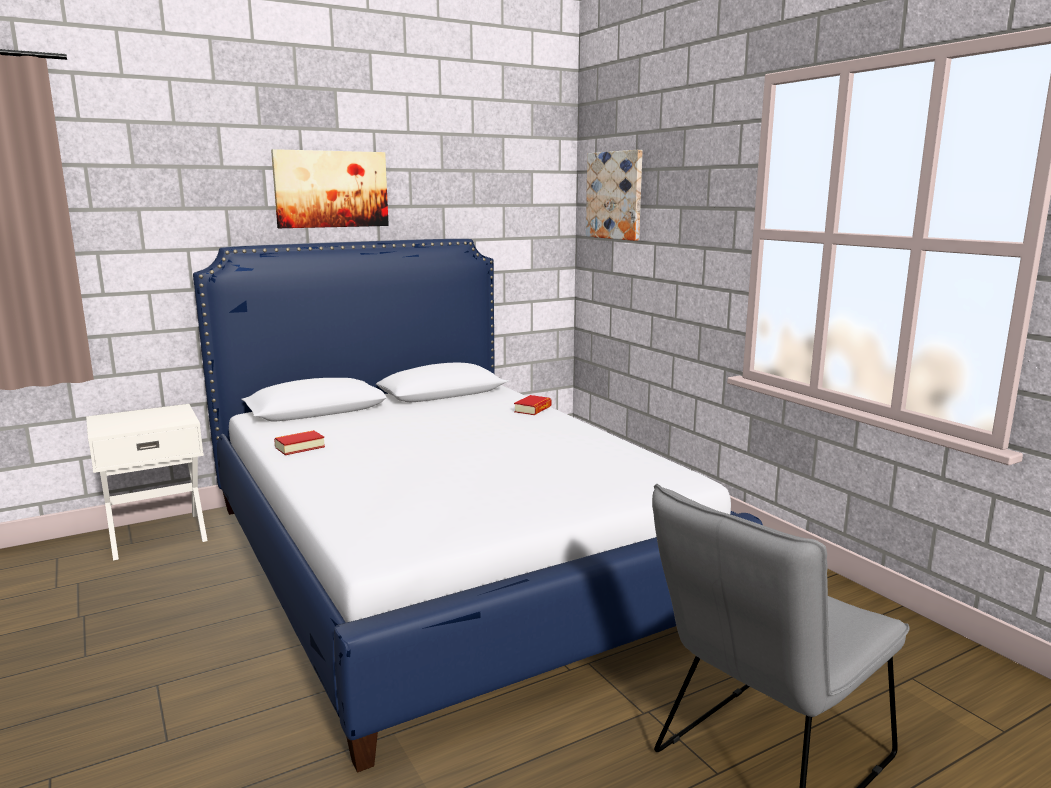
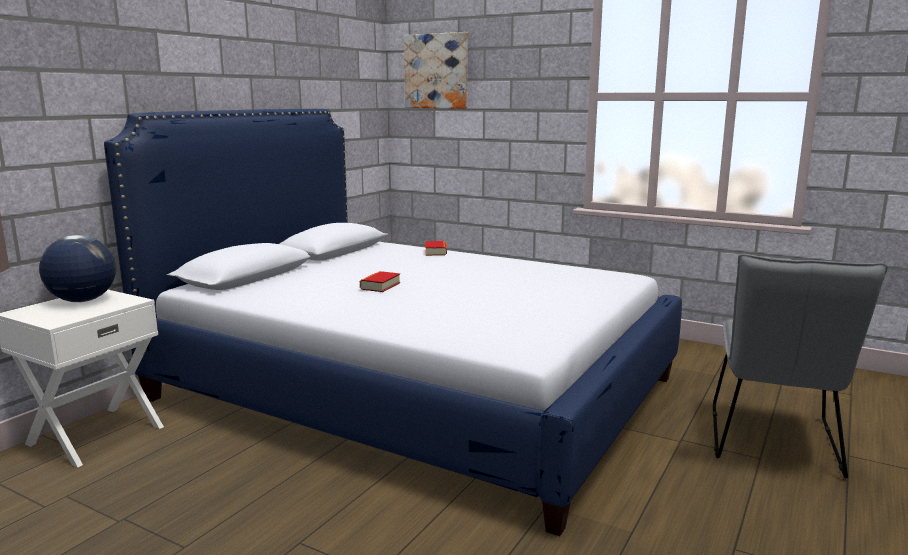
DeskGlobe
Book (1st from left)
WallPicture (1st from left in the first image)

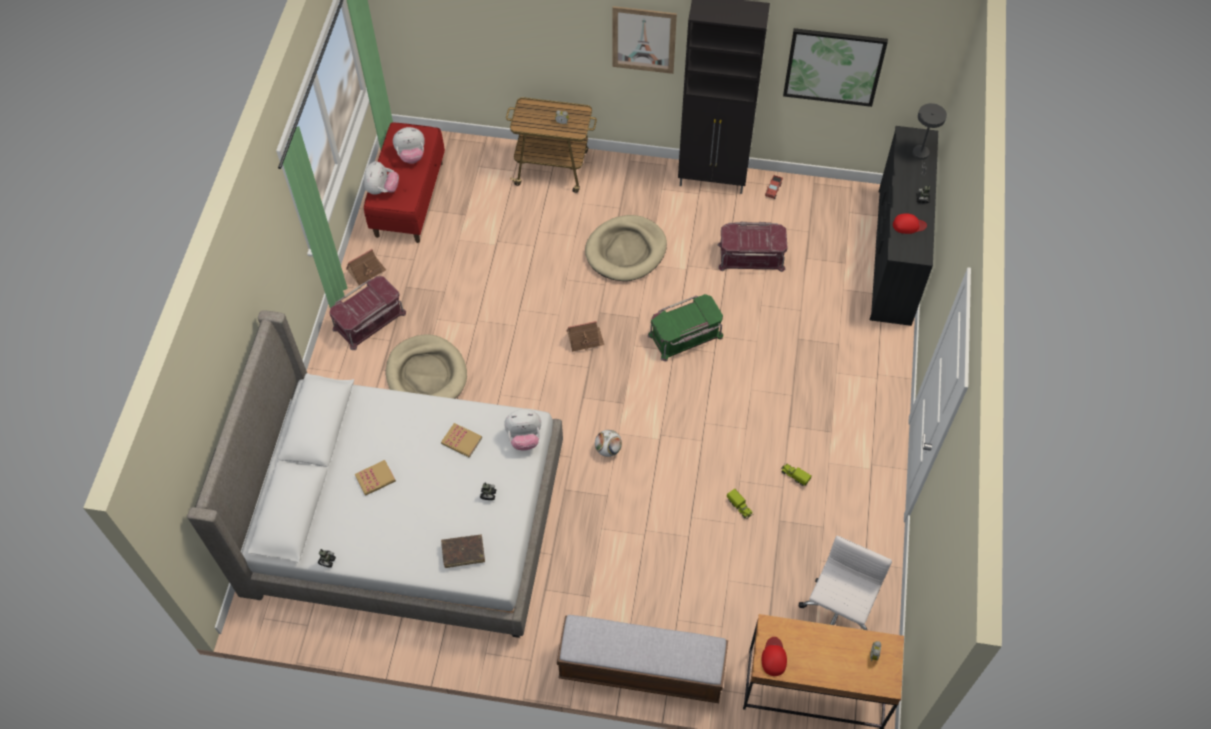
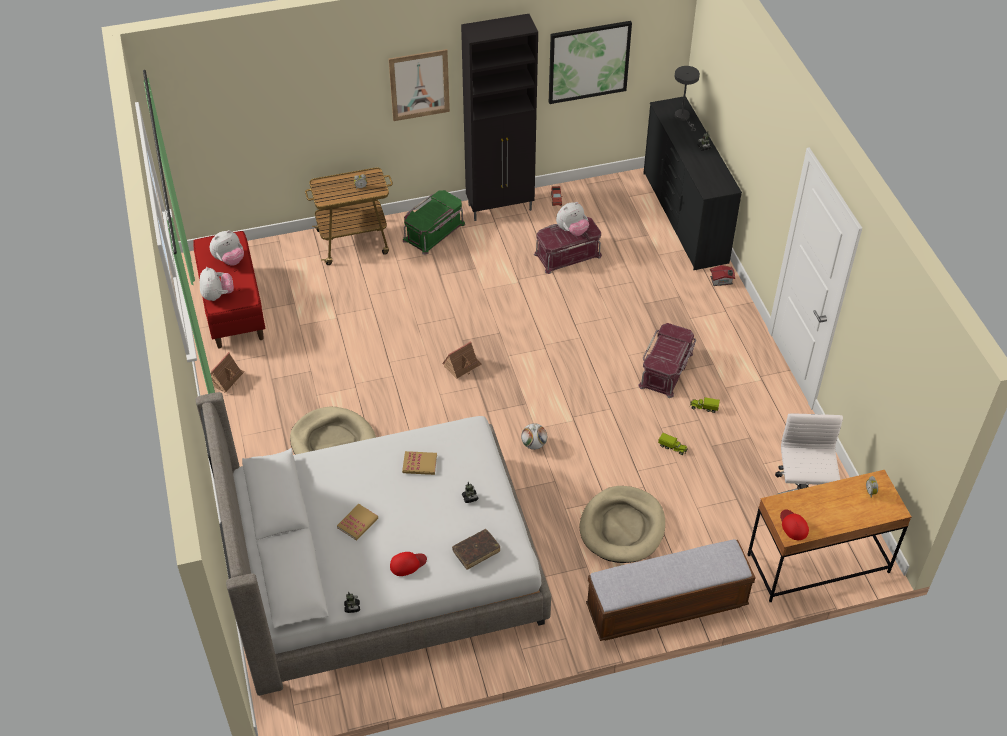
RedColouredCap (1st from left)
GreenishStorageContainer
PlushToy (3rd from left)
SandColouredPetBed (2nd from left)
RedColouredStorageContainer (2nd from left)
ModelHouse (3rd from left)

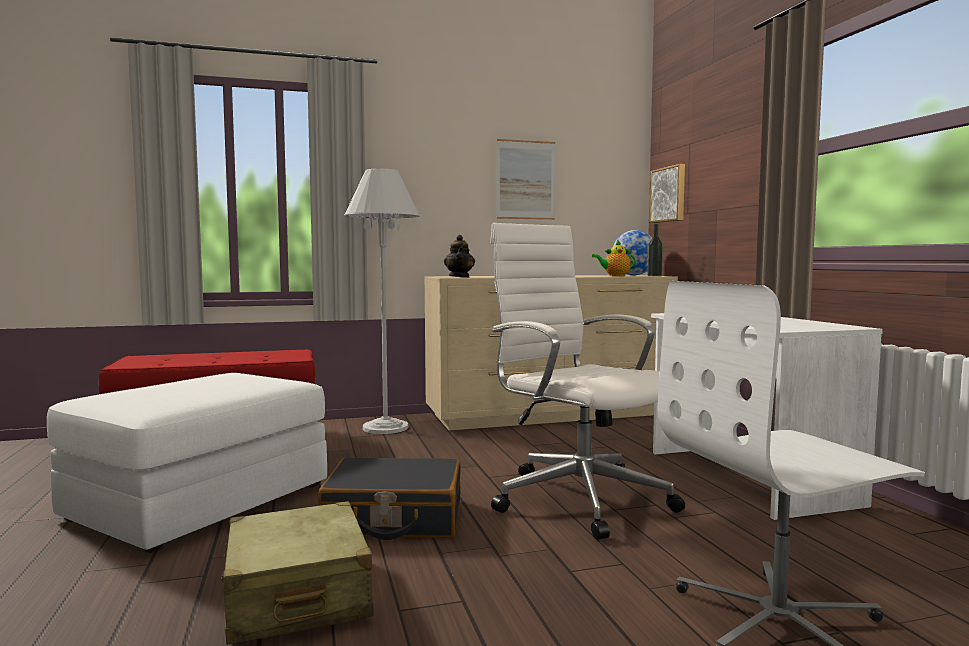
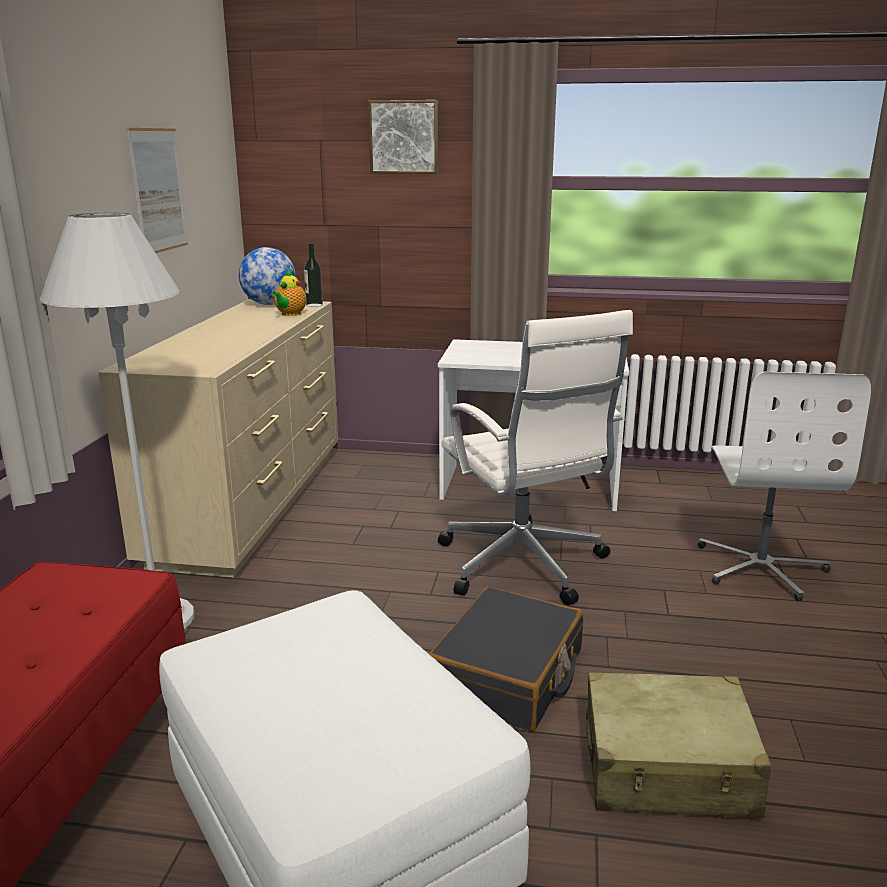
WallPicture (2nd from left)
WhiteDeskChair (1st from left)
Teapot (1st from left in the first image)

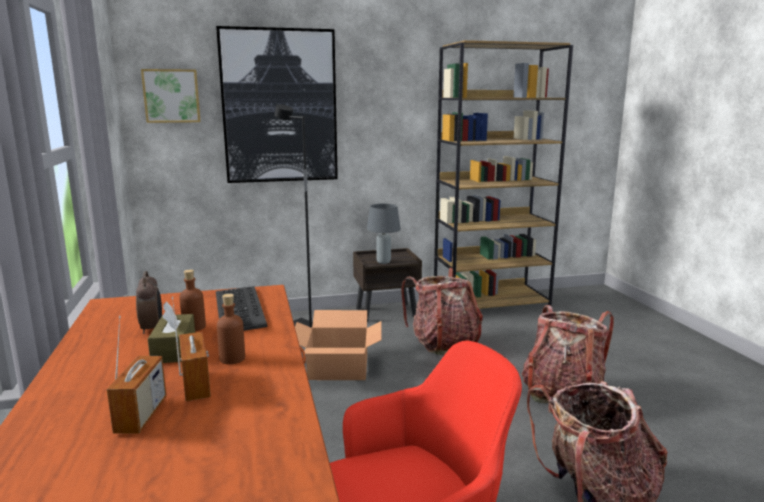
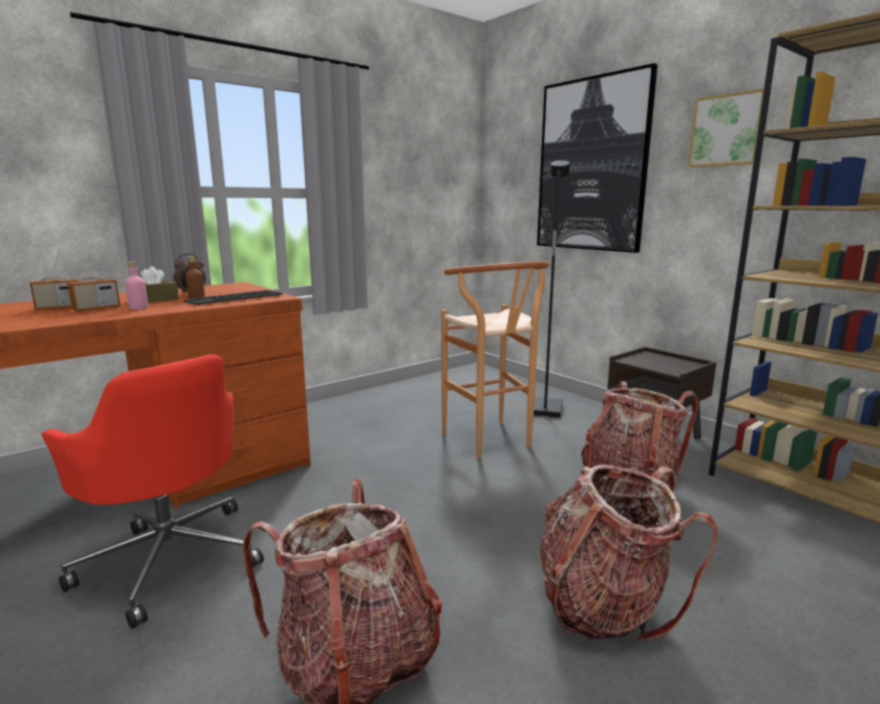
PinkBeverageBottle
BrownishSittingStool
WallPicture (2nd from left)
GreyTabletopLamp

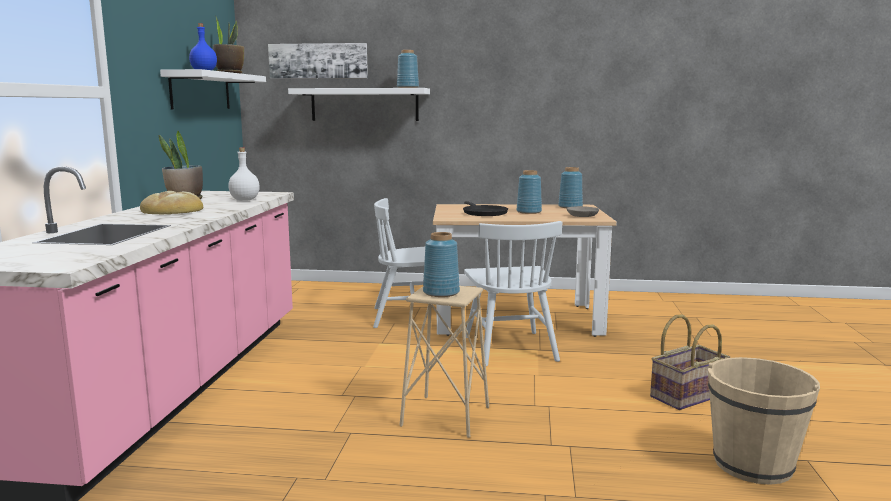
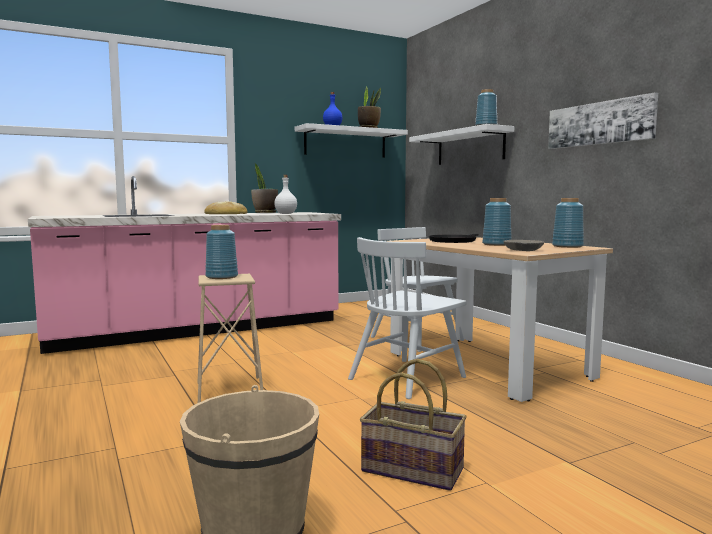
WallPicture

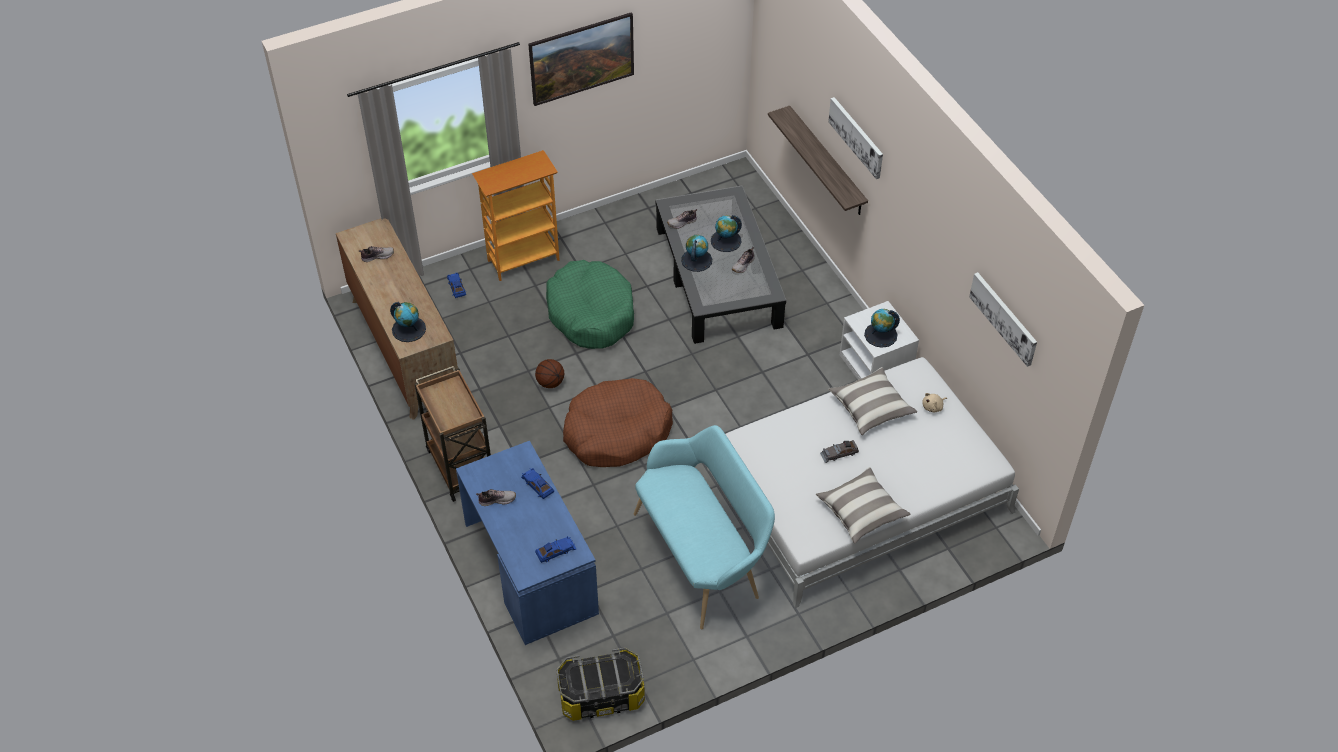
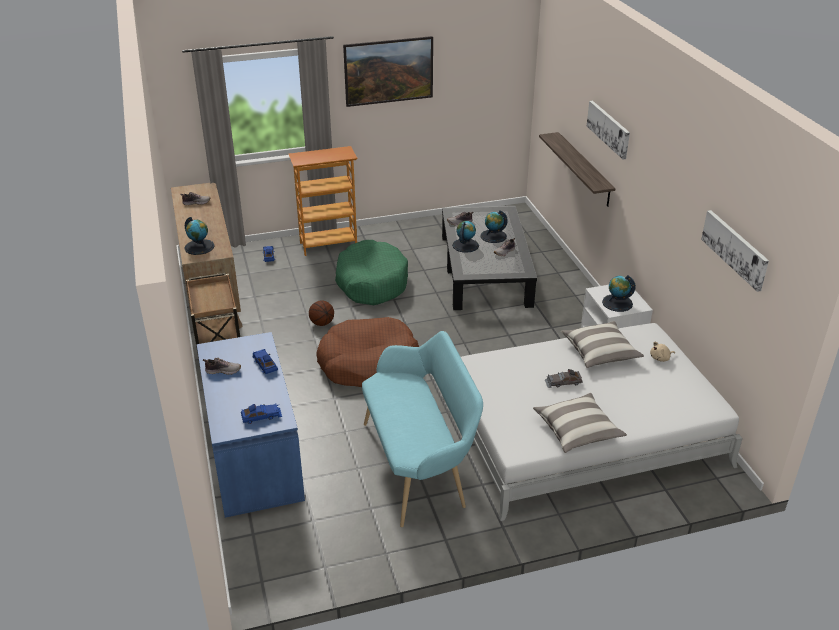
StorageContainer

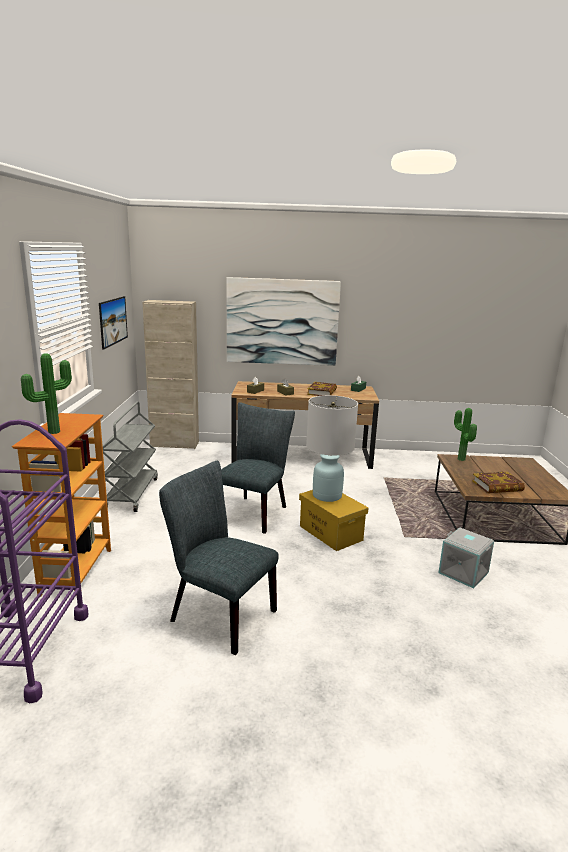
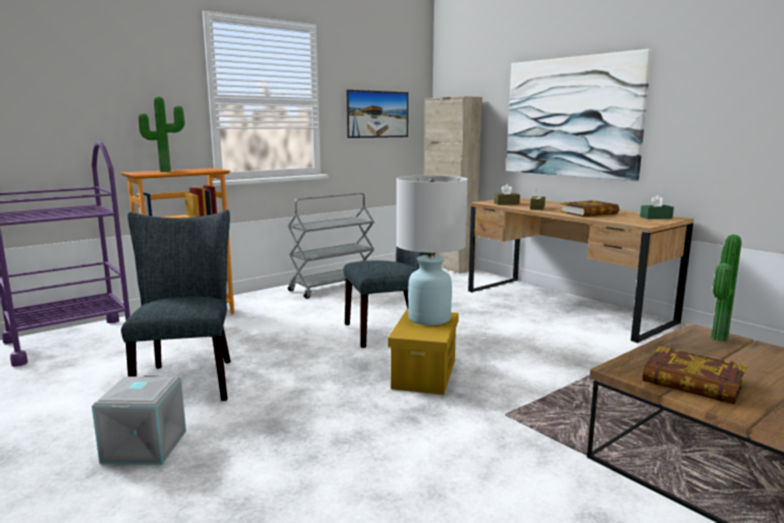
GreyStorageContainer

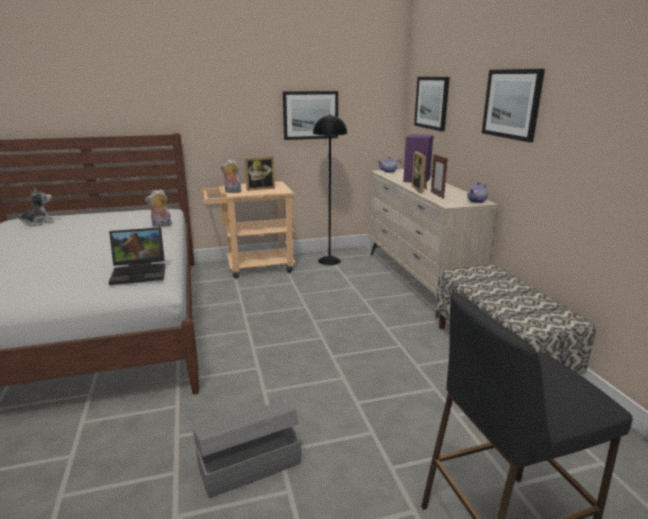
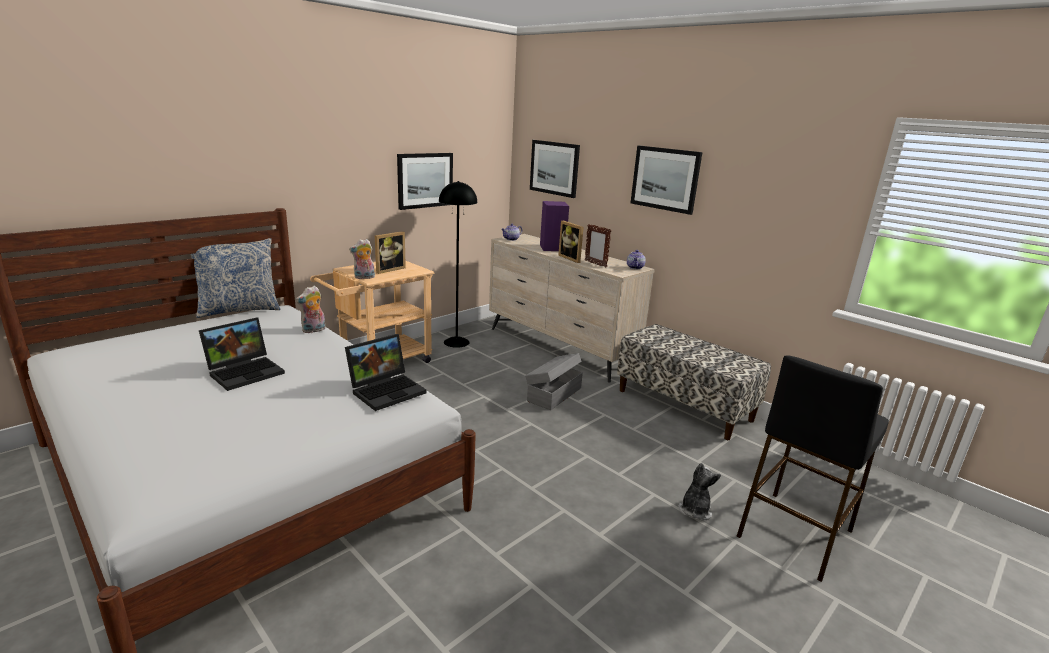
Pillow
NotebookComputer (1st from left)
GreyStorageContainer
PlushToy (3rd from left)

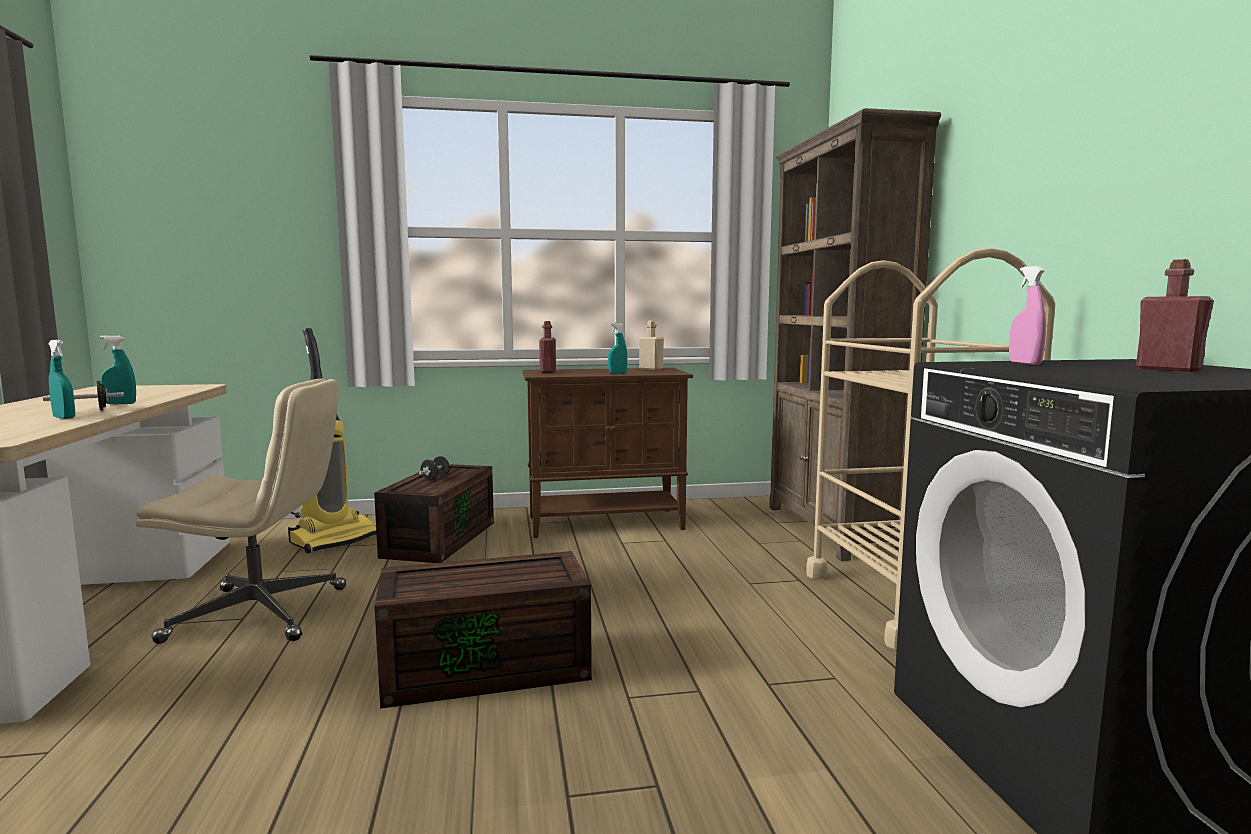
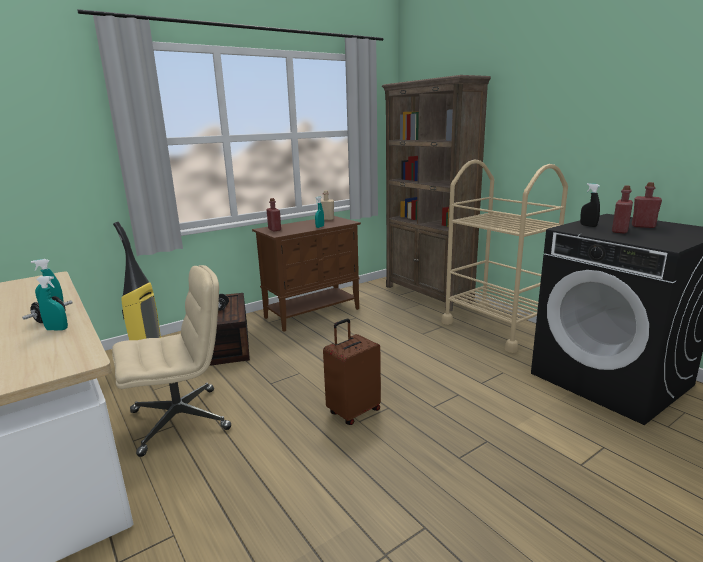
BrownishPieceOfLuggage
BlackSprayer
RedColouredBeverageBottle (2nd from left)

